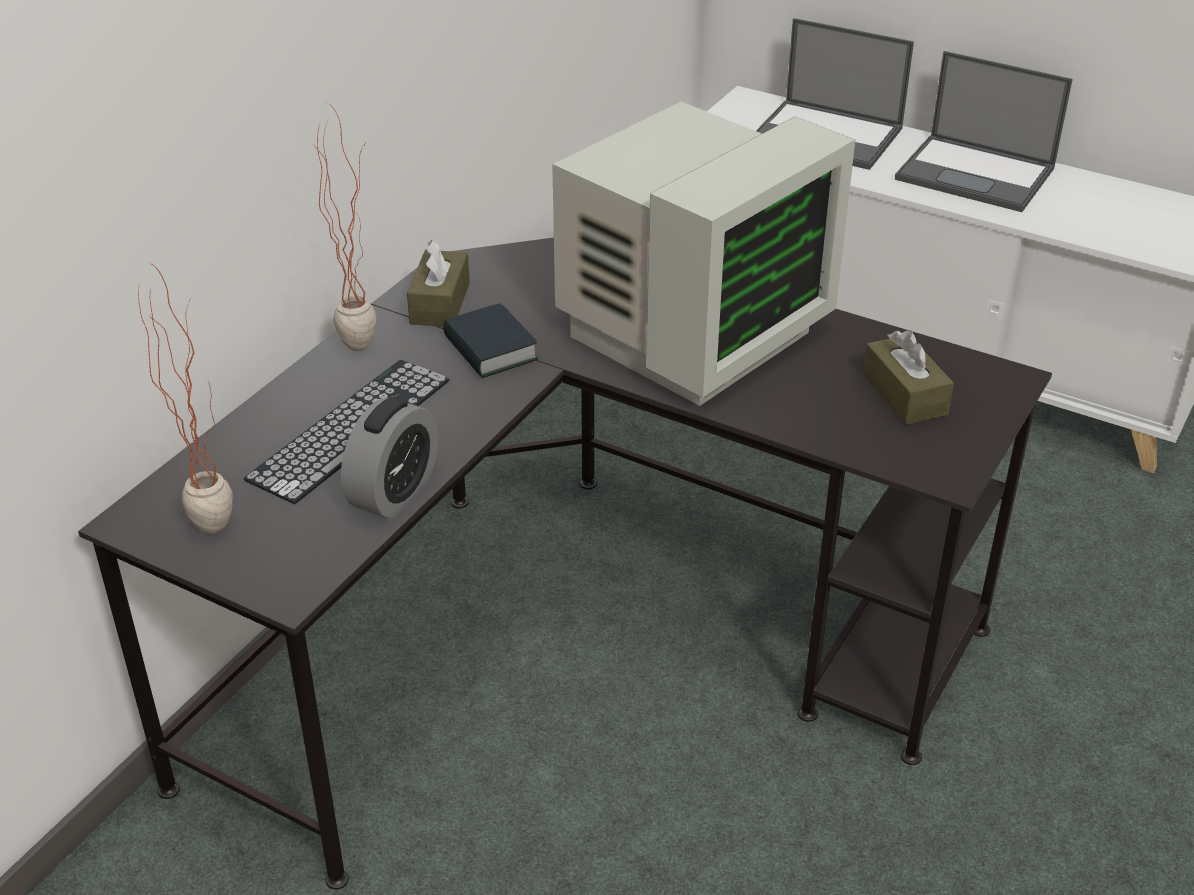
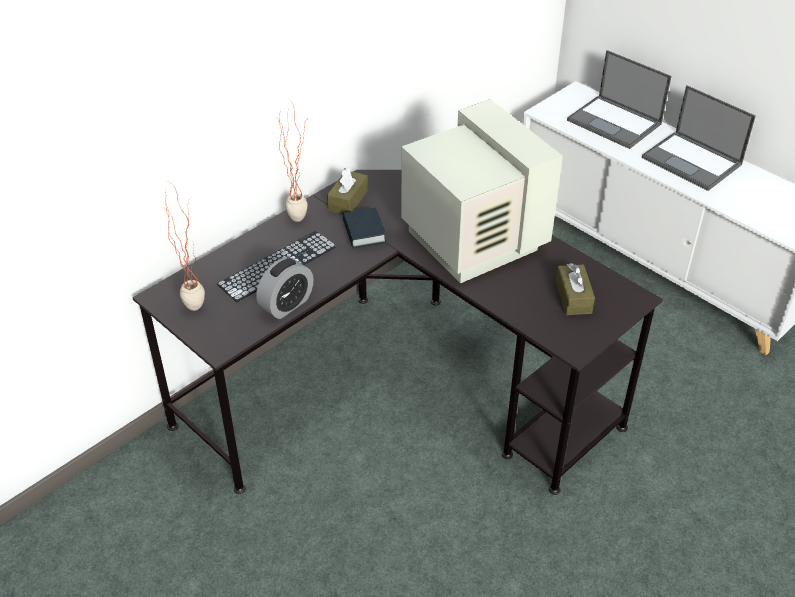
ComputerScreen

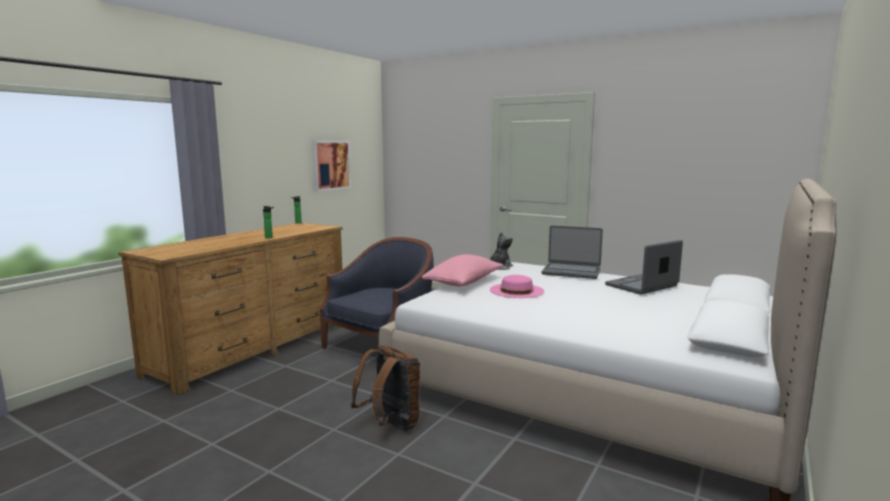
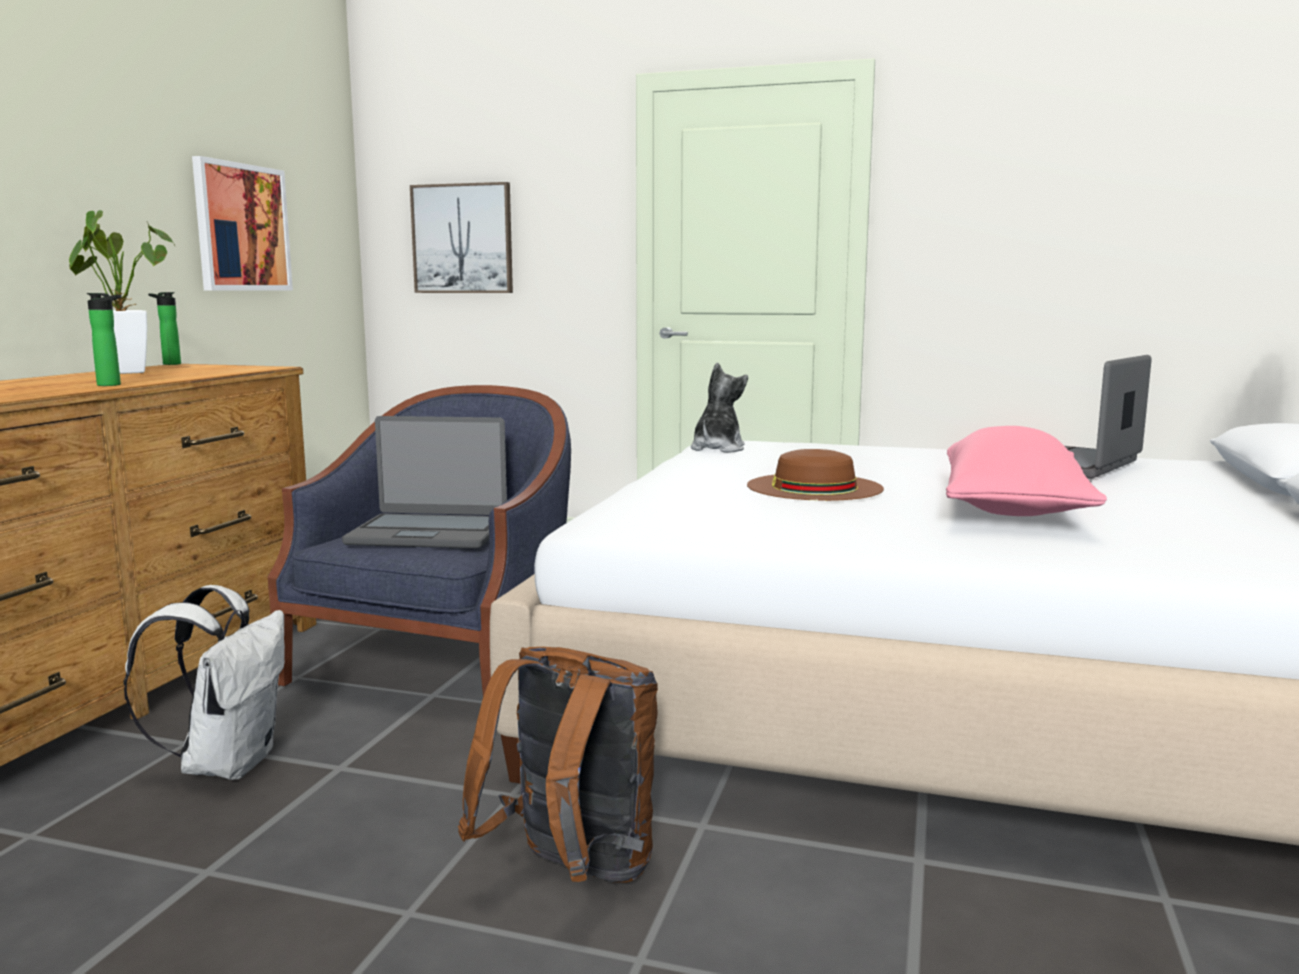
PlantInAPot
WhiteBackpack
NotebookComputer (1st from left)
WallPicture (2nd from left)
BrownishHat
PinkPillow

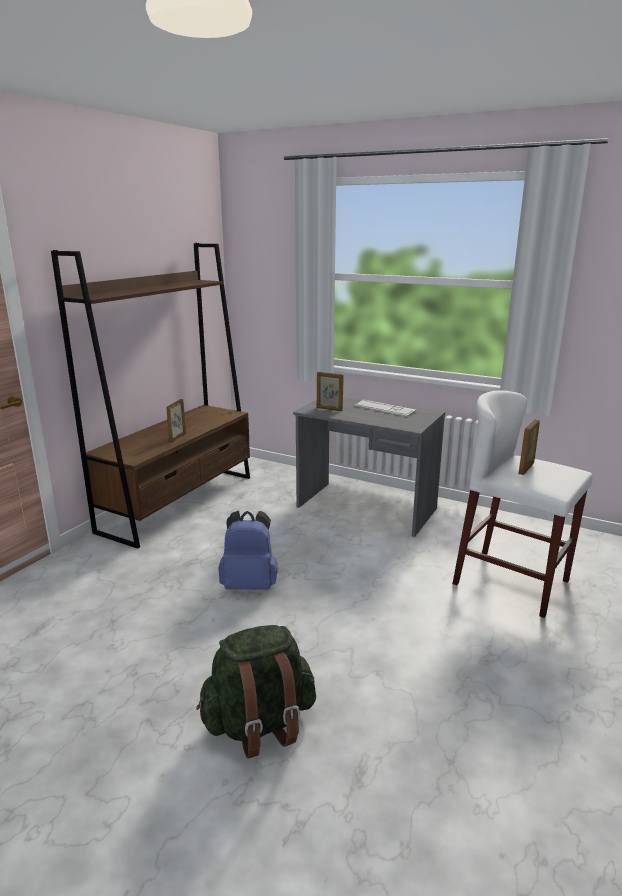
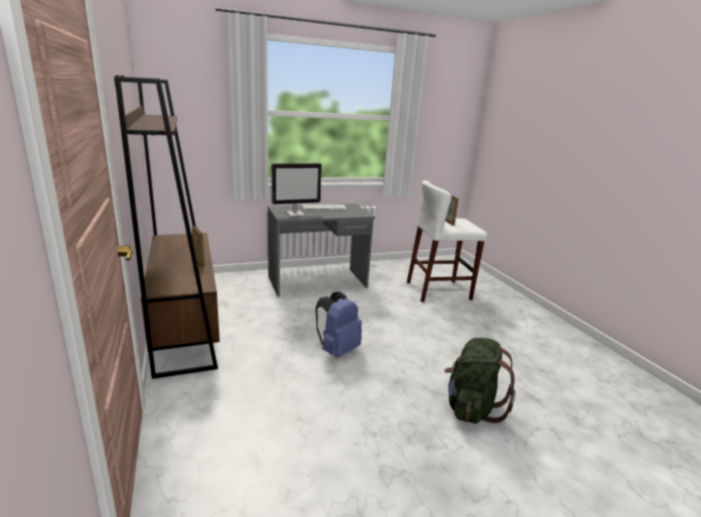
ComputerScreen

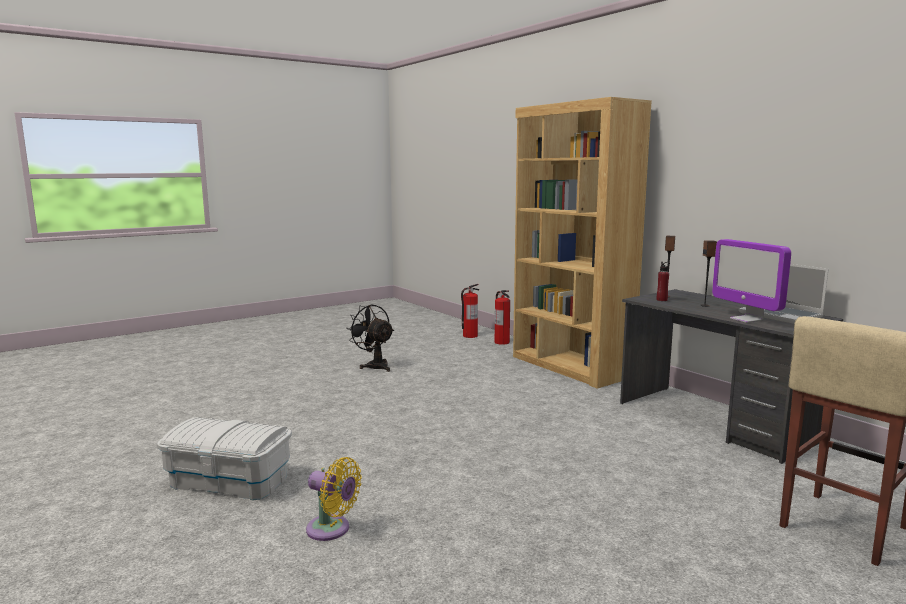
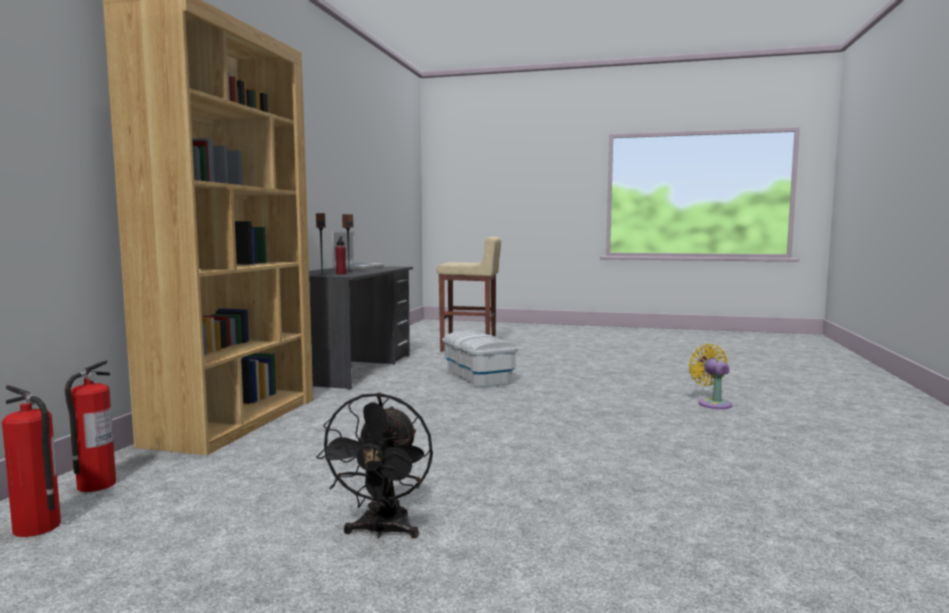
WhiteStorageContainer
ComputerScreen

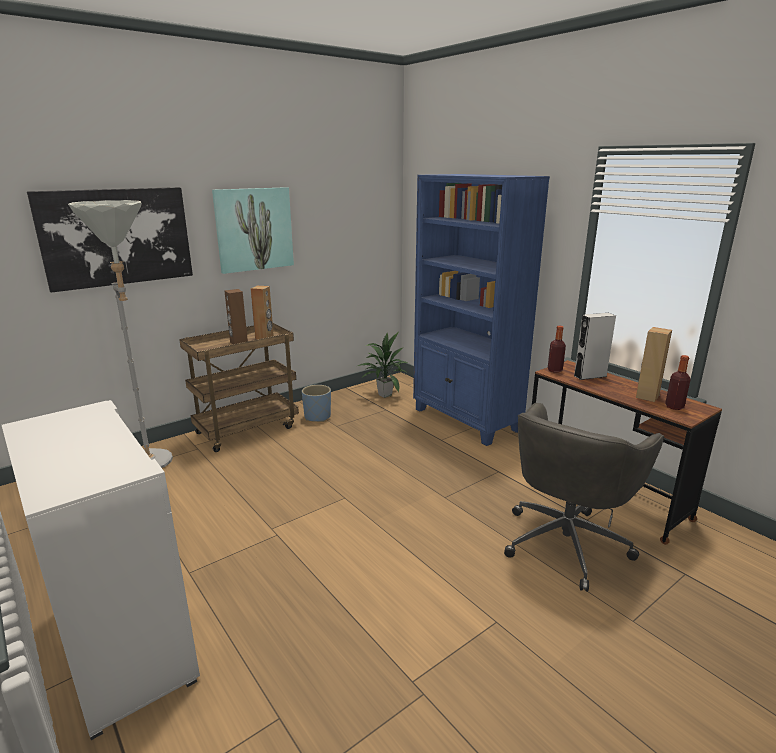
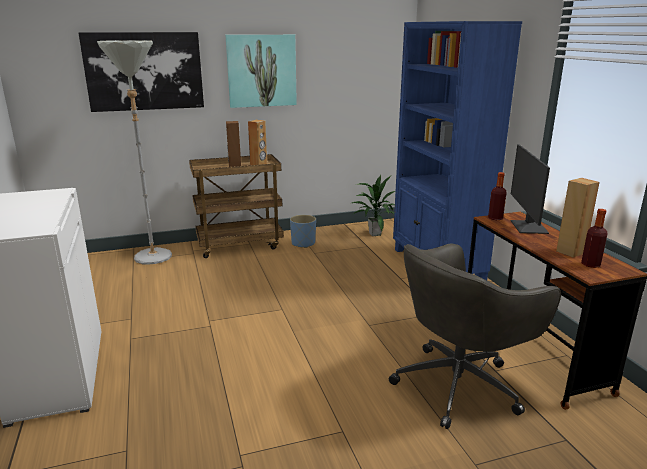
ComputerScreen

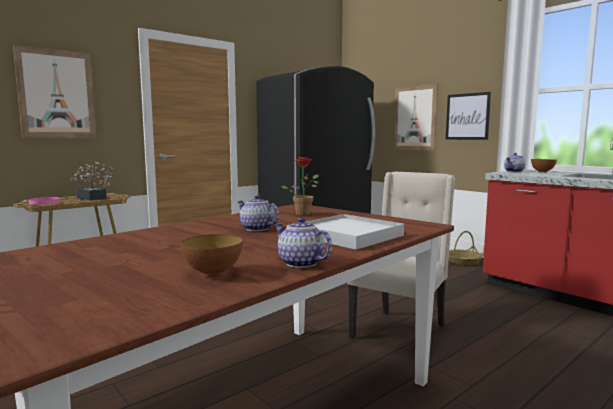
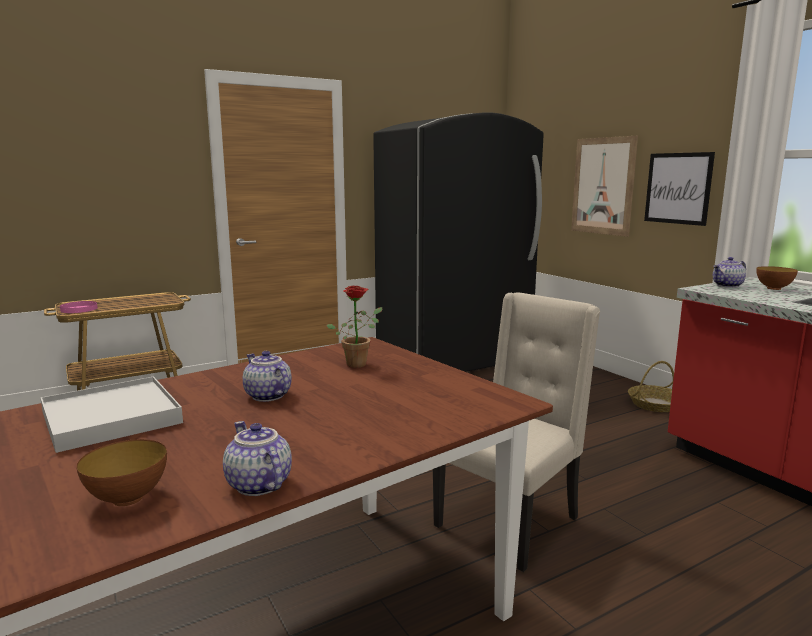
WhiteServingTray
WallPicture (1st from left in the first image)
PlantInAPot (1st from left in the first image)

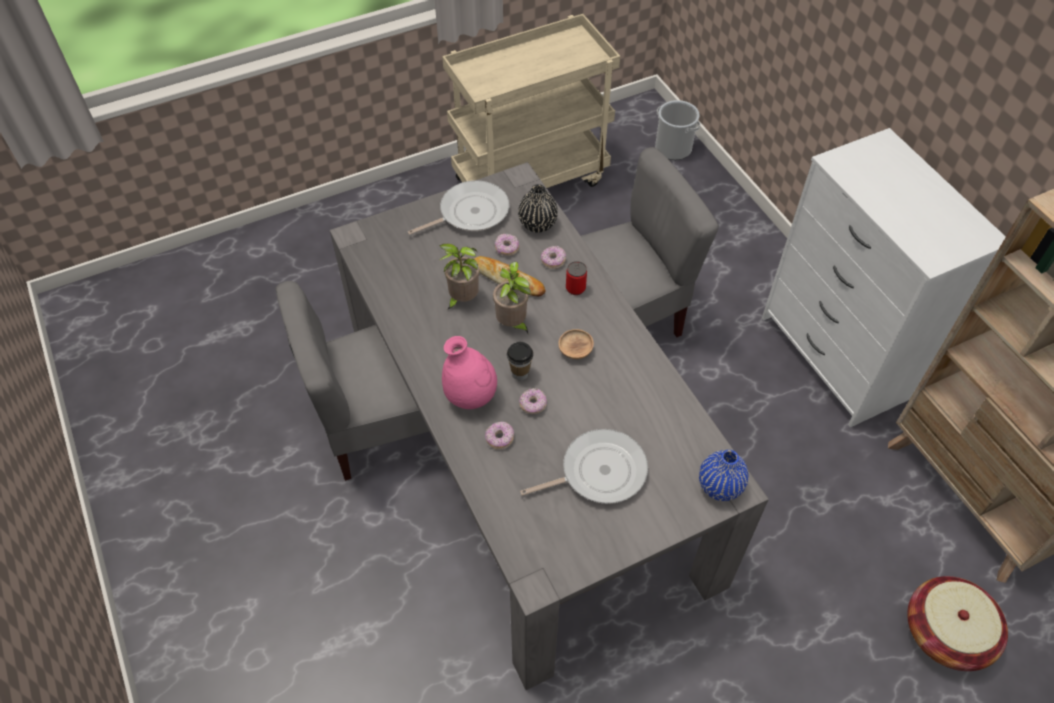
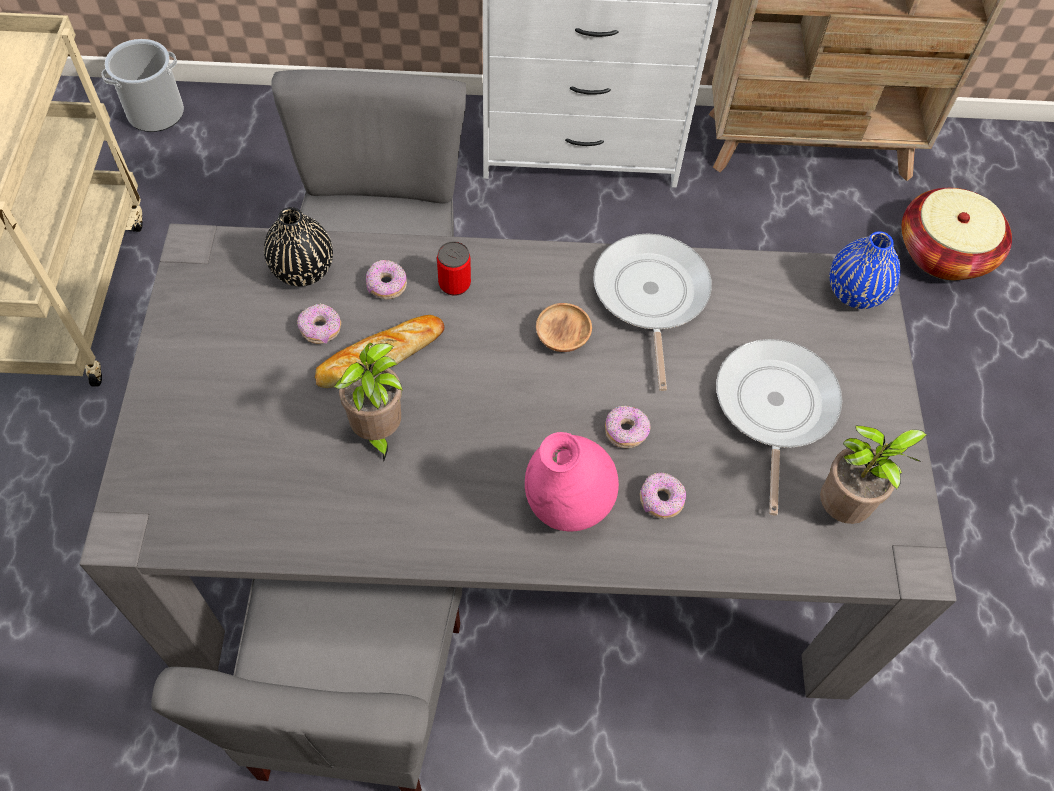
Pan (1st from left)
PlantInAPot (2nd from left)
Cup

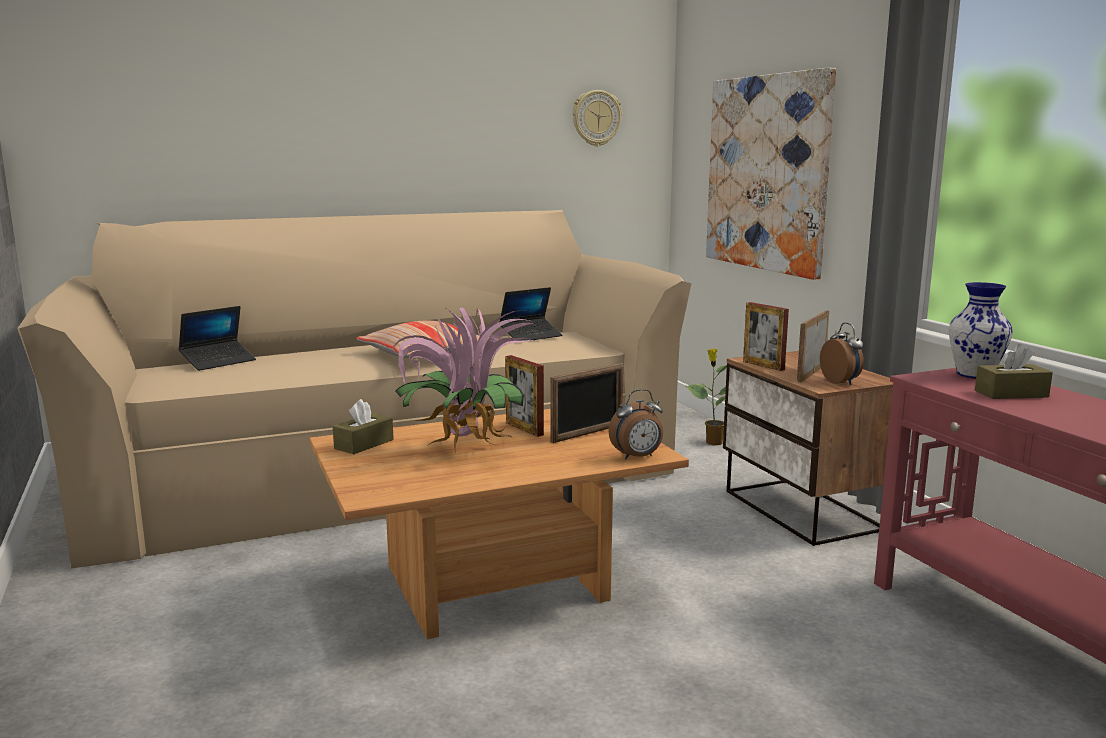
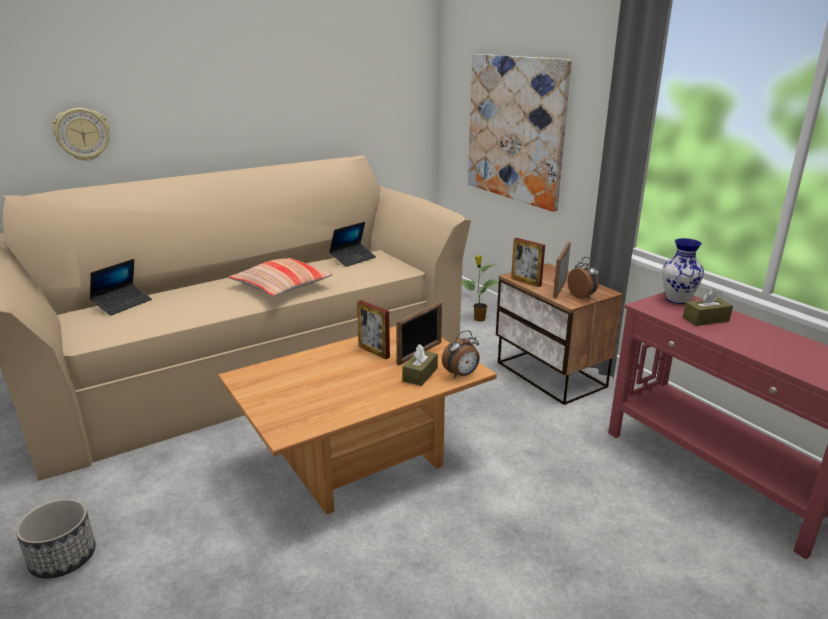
PlantPot
WallClock
BrownishTissueBox (1st from left)
PlantInAPot (1st from left in the first image)

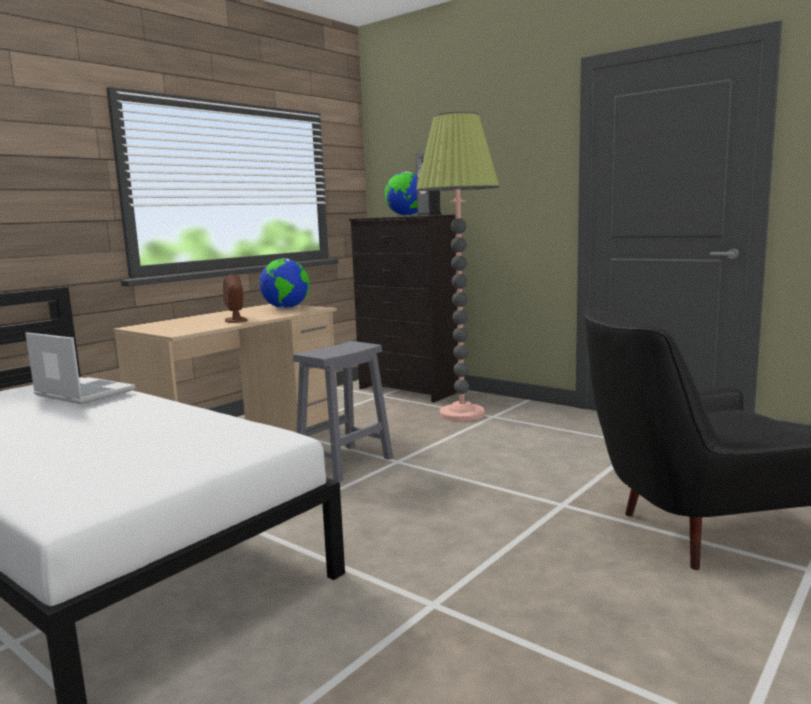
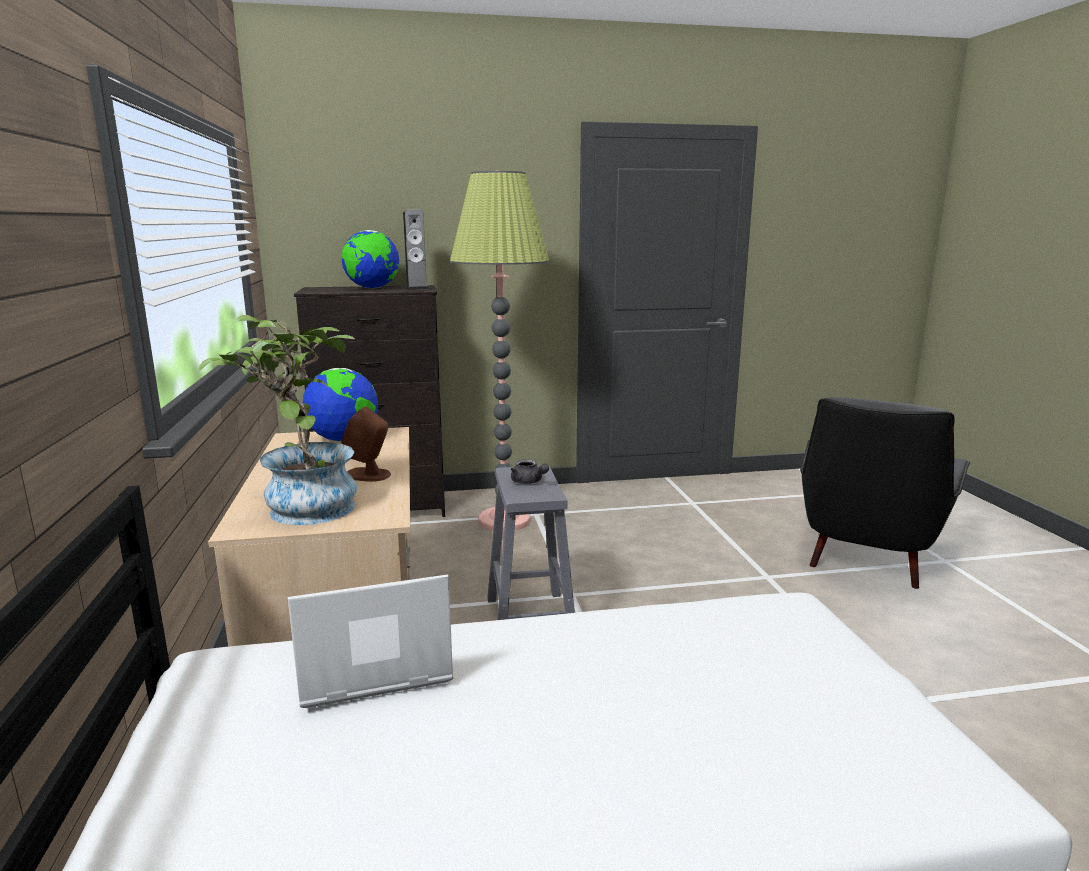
PlantInAPot
GreyTeapot

